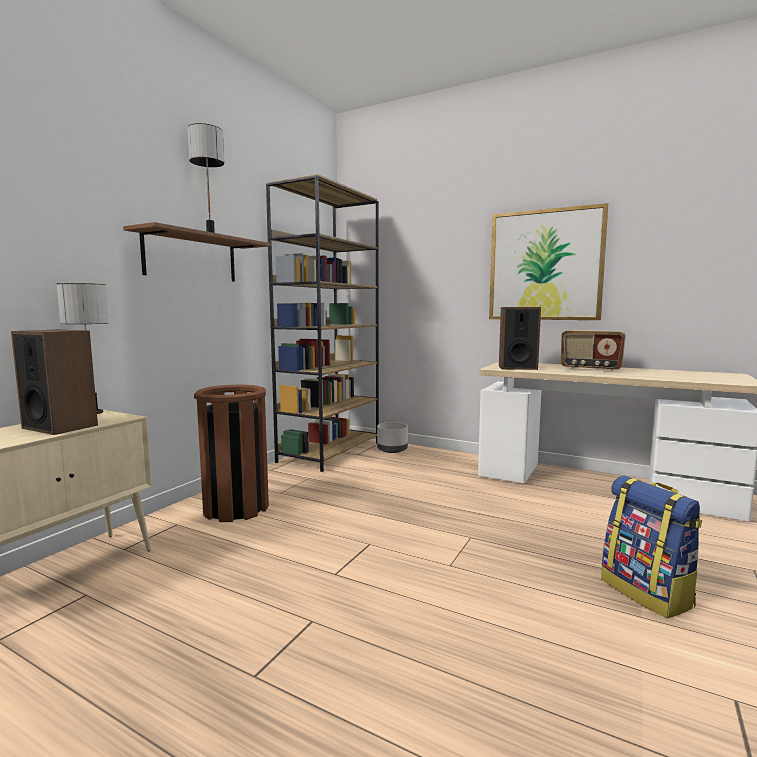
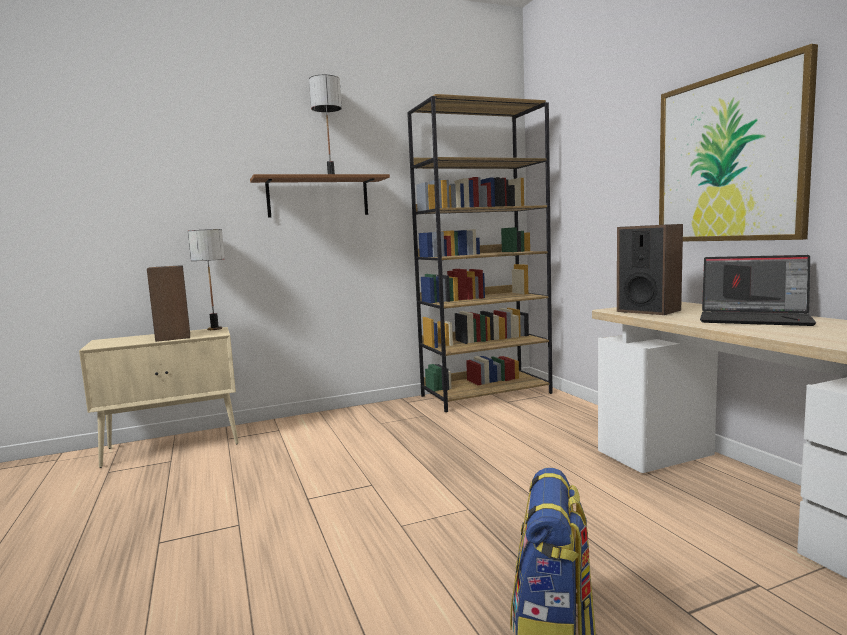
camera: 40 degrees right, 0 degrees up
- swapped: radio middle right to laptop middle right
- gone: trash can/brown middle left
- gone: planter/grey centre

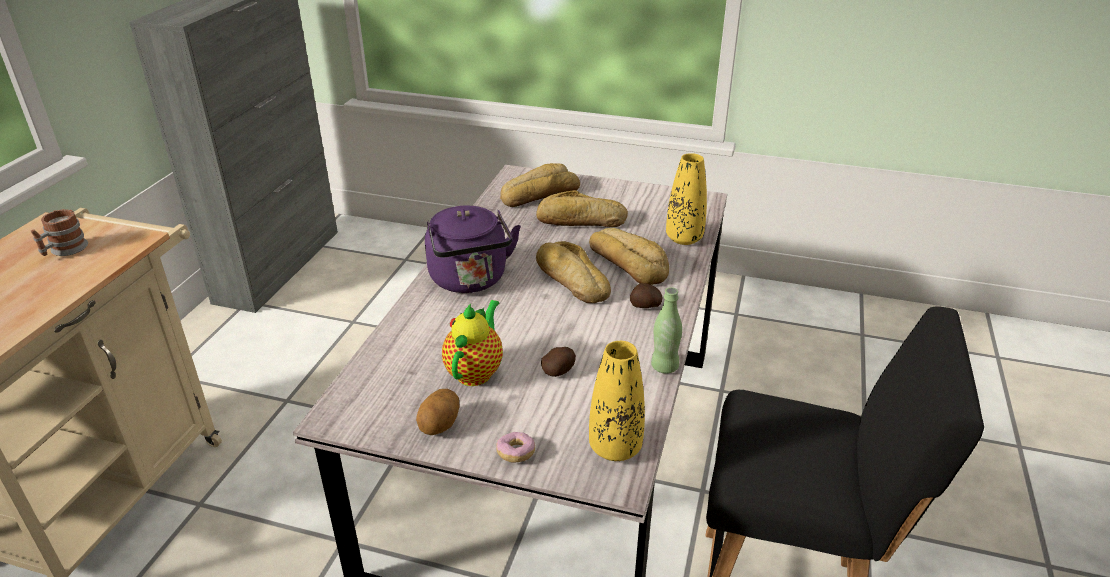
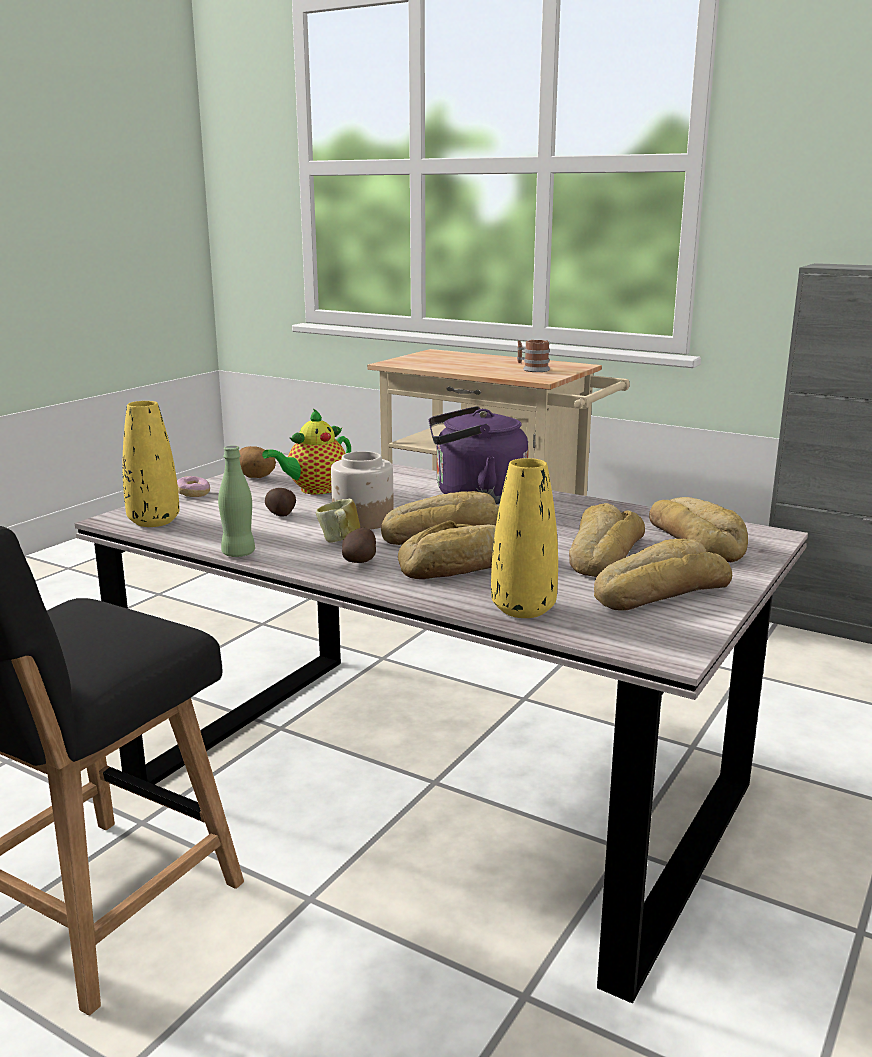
camera: 105 degrees right, 15 degrees down
- rotated: teapot centre = centre 105 degrees clockwise
- new: jar centre
- new: mug (no. 1 from left) centre
- new: bread (no. 4 from left) middle right

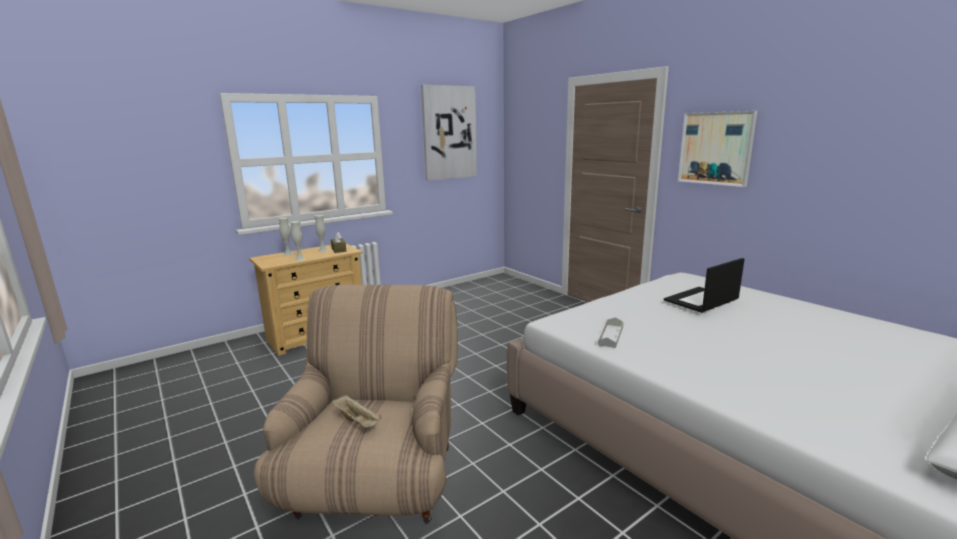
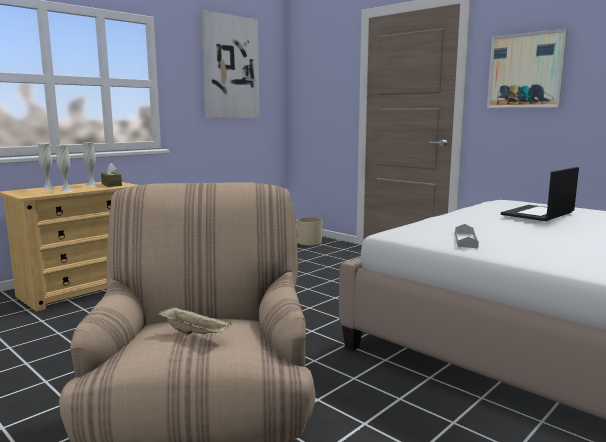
camera: 10 degrees left, 5 degrees down
- new: planter/beige centre

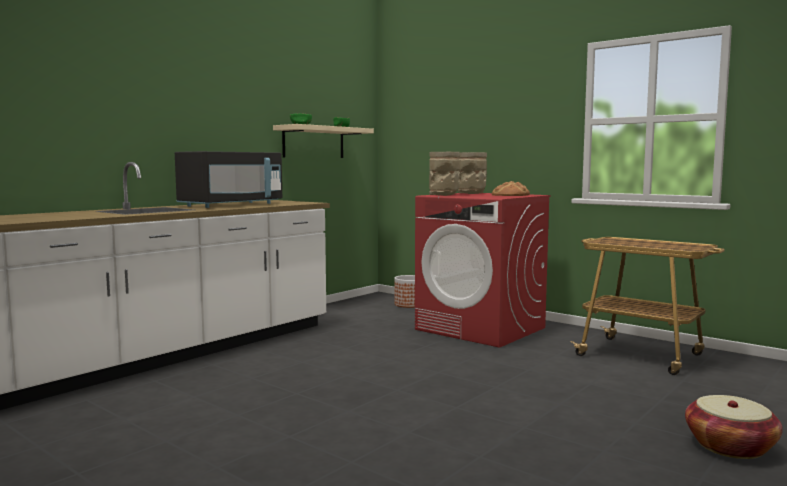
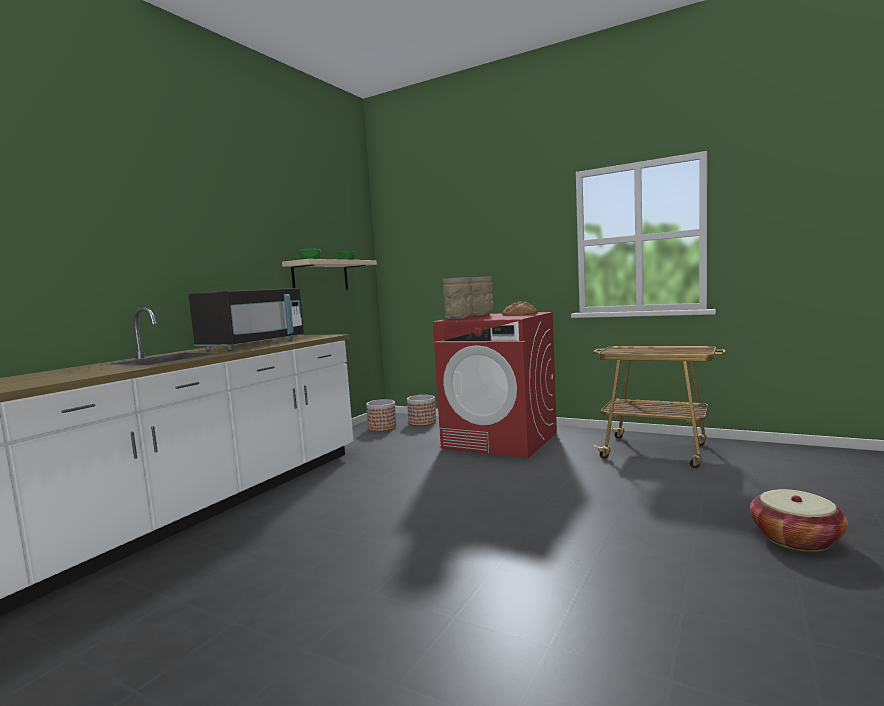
camera: 10 degrees left, 0 degrees up
- new: planter (no. 1 from left) centre

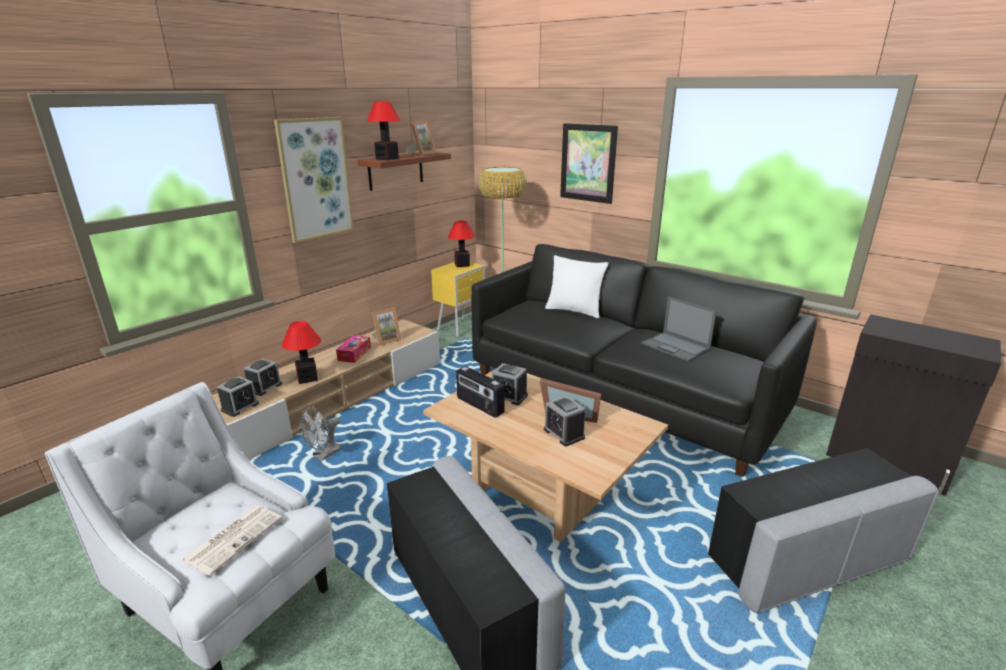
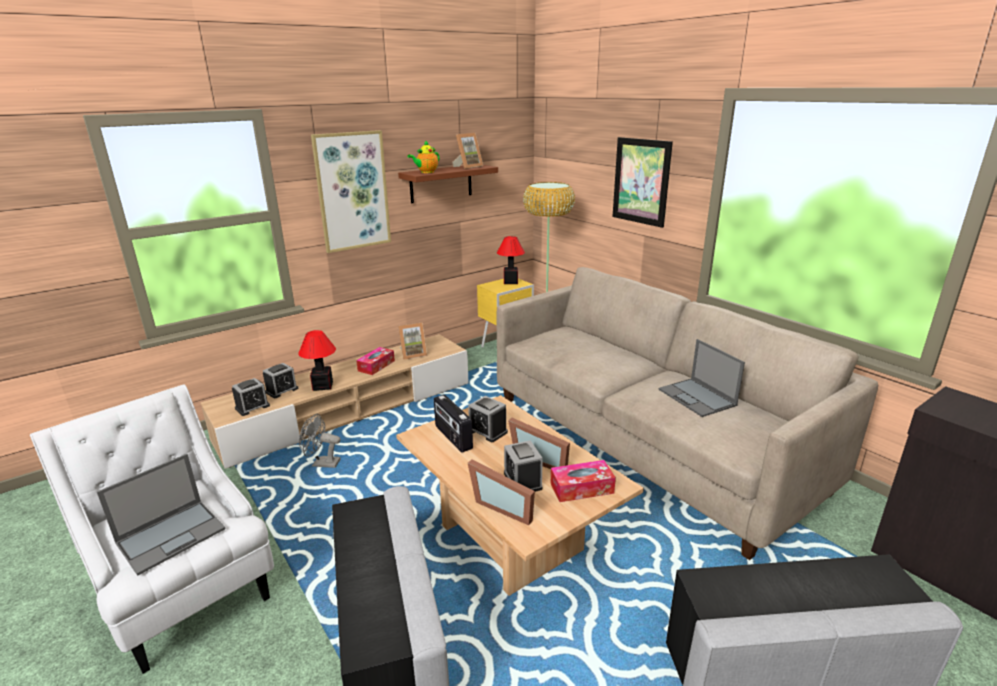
camera: 15 degrees right, 0 degrees up
- swapped: table lamp (no. 2 from left) top centre to teapot top centre
- repainted: sofa/black centre to sofa/beige middle right
- gone: pillow/white centre
- rotated: fan/grey middle left = middle left 45 degrees clockwise
- swapped: newspaper bottom left to laptop (no. 1 from left) bottom left
- new: picture frame (no. 3 from left) bottom centre
- new: tissue box (no. 2 from left) bottom centre

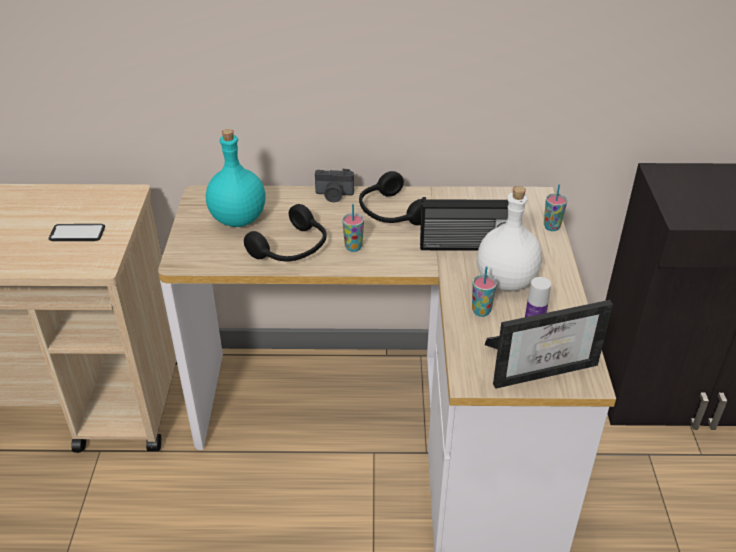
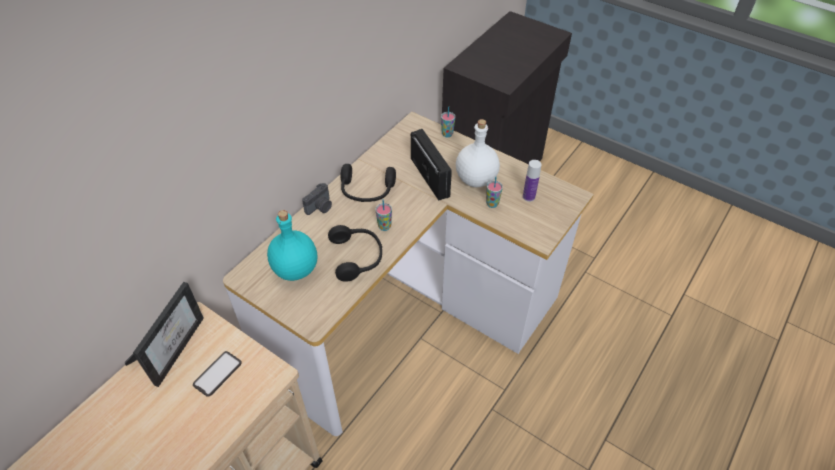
camera: 55 degrees left, 10 degrees up
- rotated: radio centre = centre 60 degrees counterclockwise
- shifted: picture frame middle right to bottom left

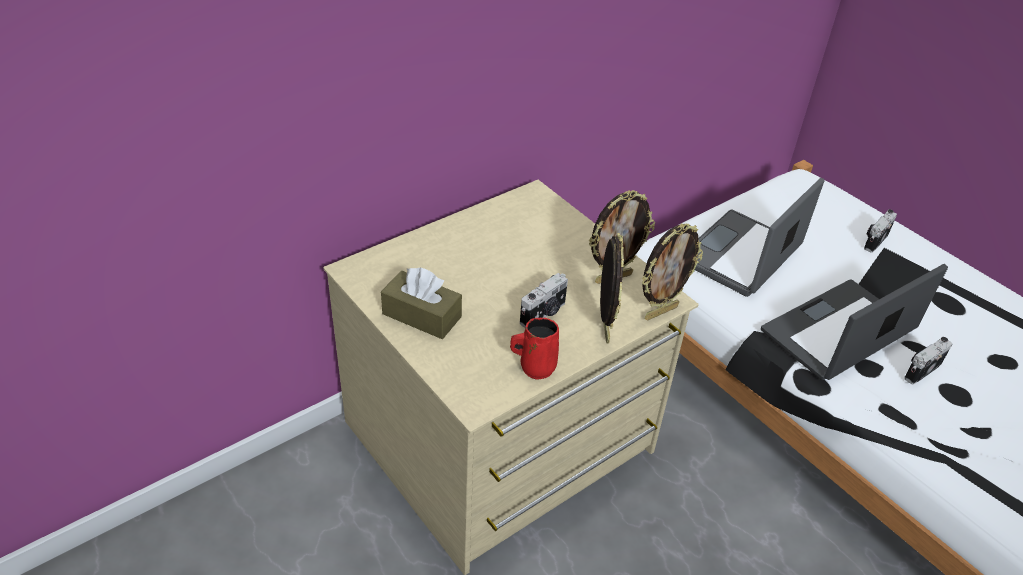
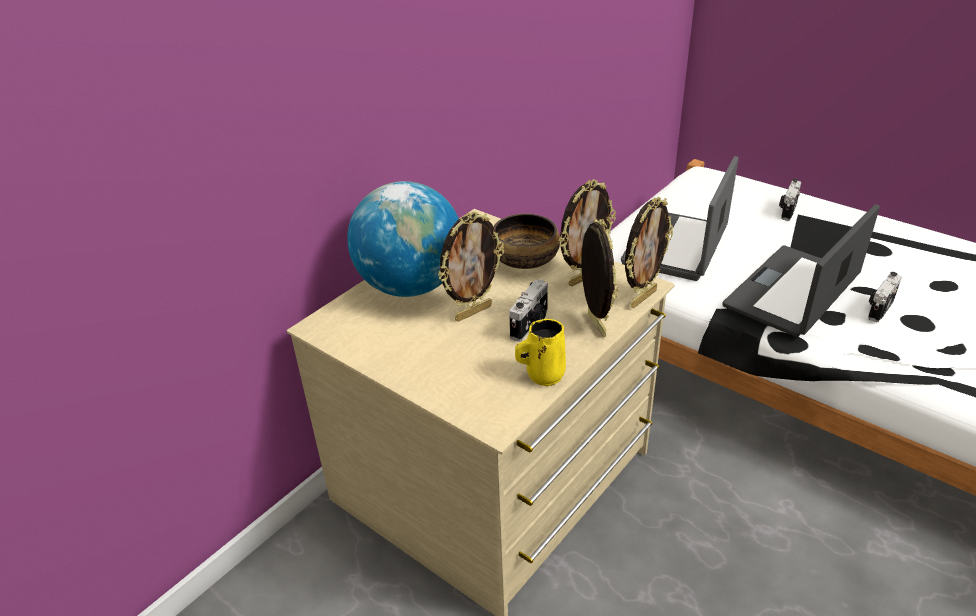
camera: 10 degrees left, 5 degrees down
- gone: tissue box/brown centre
- repainted: mug/red centre to mug/yellow centre
- new: globe centre
- new: picture frame (no. 1 from left) centre
- new: bowl centre

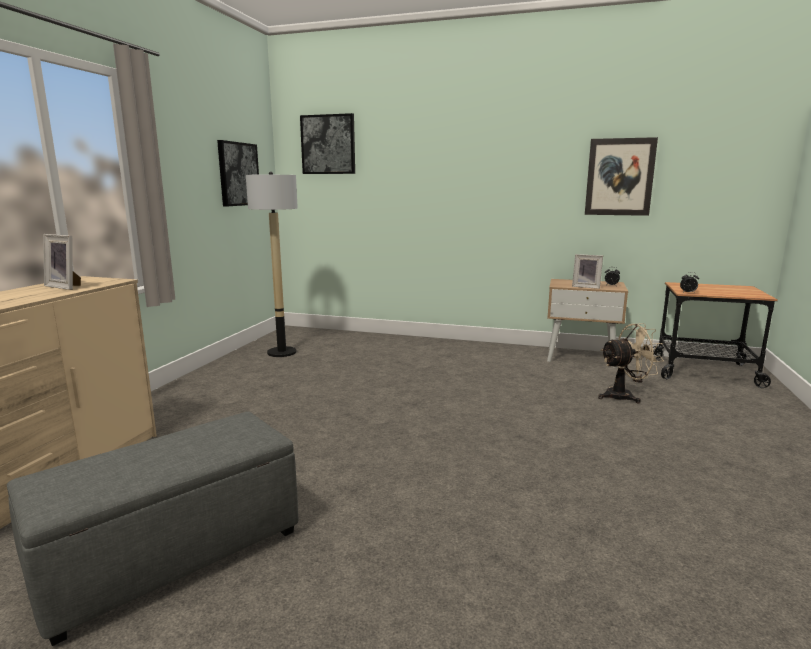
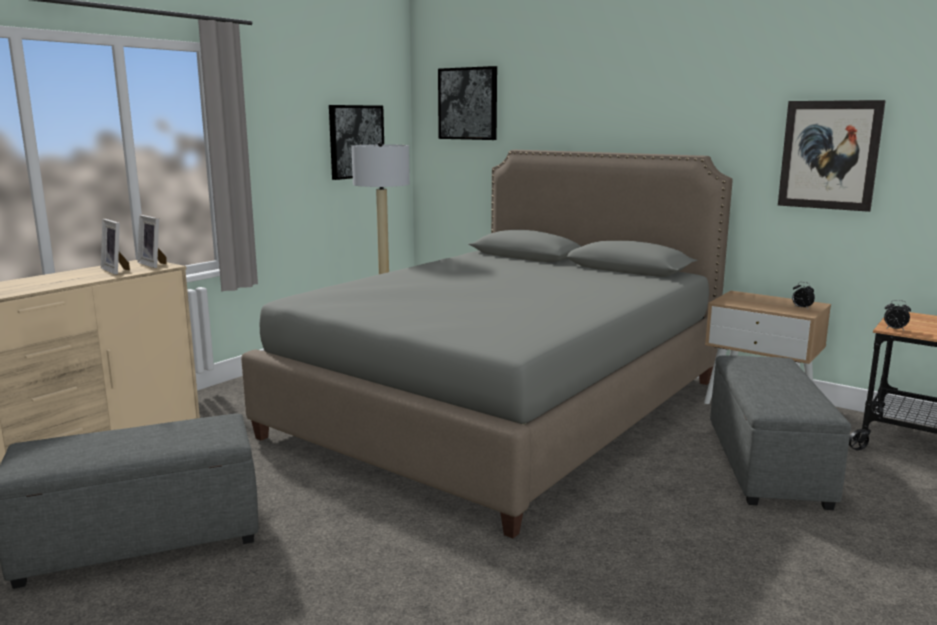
camera: 20 degrees right, 0 degrees up
- shifted: picture frame (no. 2 from left) middle right to middle left
- swapped: fan/beige middle right to ottoman/grey (no. 2 from left) bottom right
- new: bed/grey centre

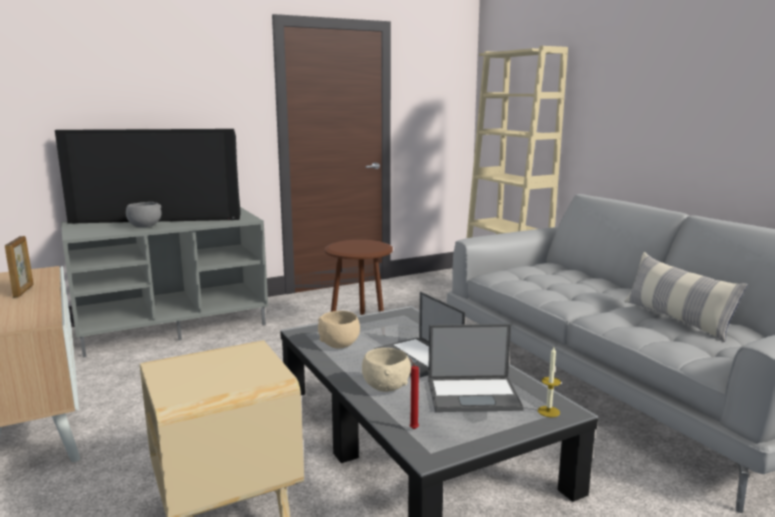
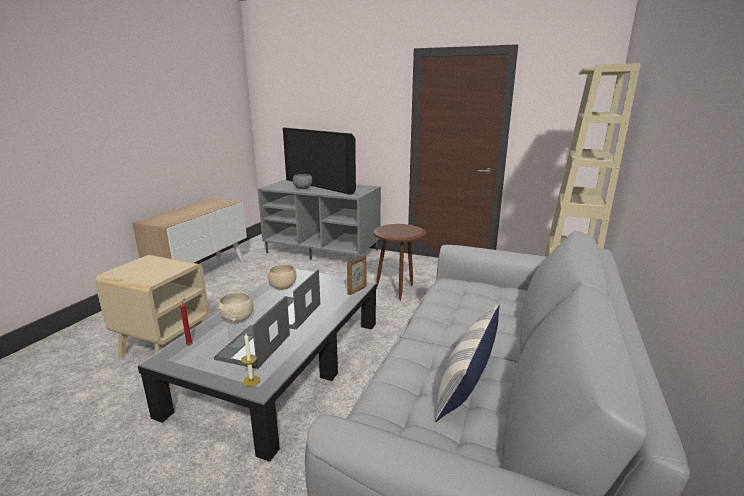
camera: 50 degrees right, 5 degrees up
- shifted: picture frame middle left to centre
- rotated: laptop (no. 2 from left in the first image) bottom centre = bottom centre 60 degrees clockwise

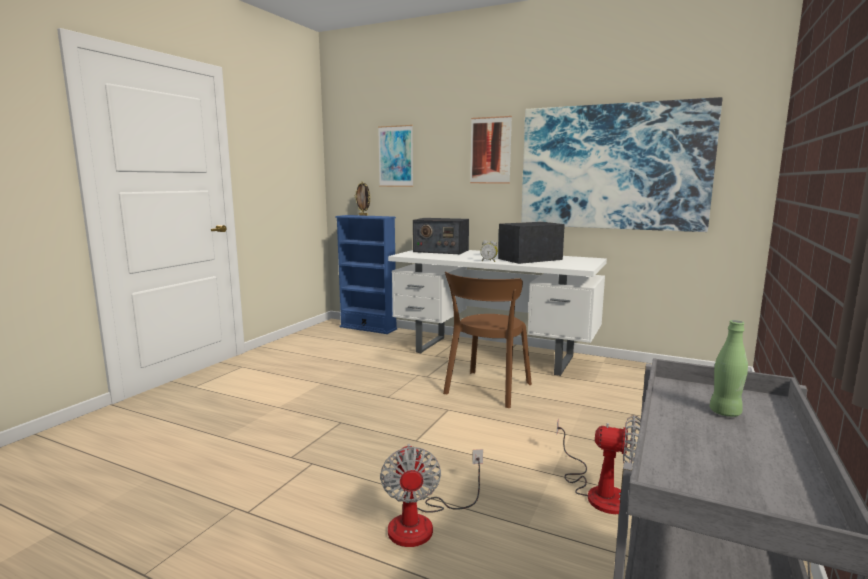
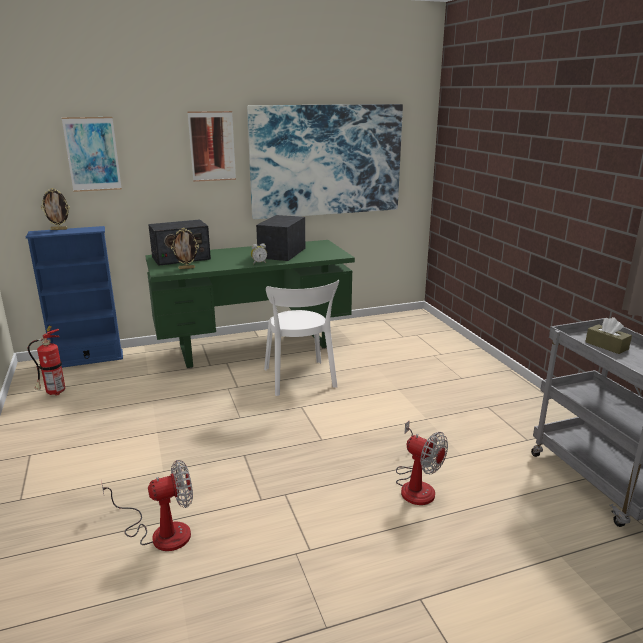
camera: 45 degrees left, 10 degrees up
- repainted: desk/white centre to desk/green centre
- repainted: chair/brown centre to chair/white centre
- swapped: bottle/green middle right to tissue box/brown middle right
- shifted: fan (no. 2 from left in the first image) bottom right to fan (no. 1 from left) bottom left
- new: picture frame (no. 2 from left) middle left
- new: fire extinguisher middle left

